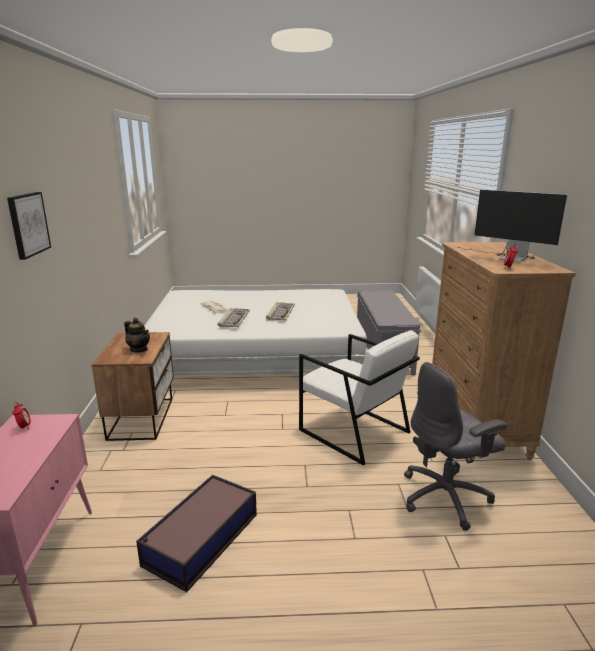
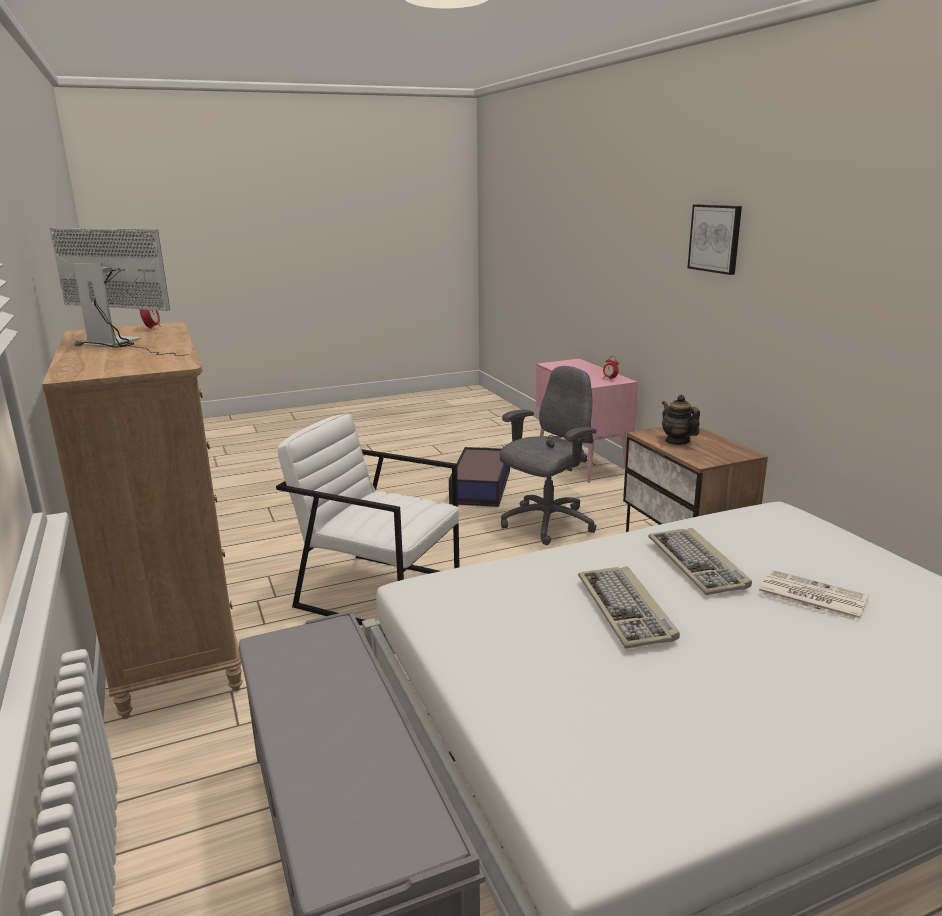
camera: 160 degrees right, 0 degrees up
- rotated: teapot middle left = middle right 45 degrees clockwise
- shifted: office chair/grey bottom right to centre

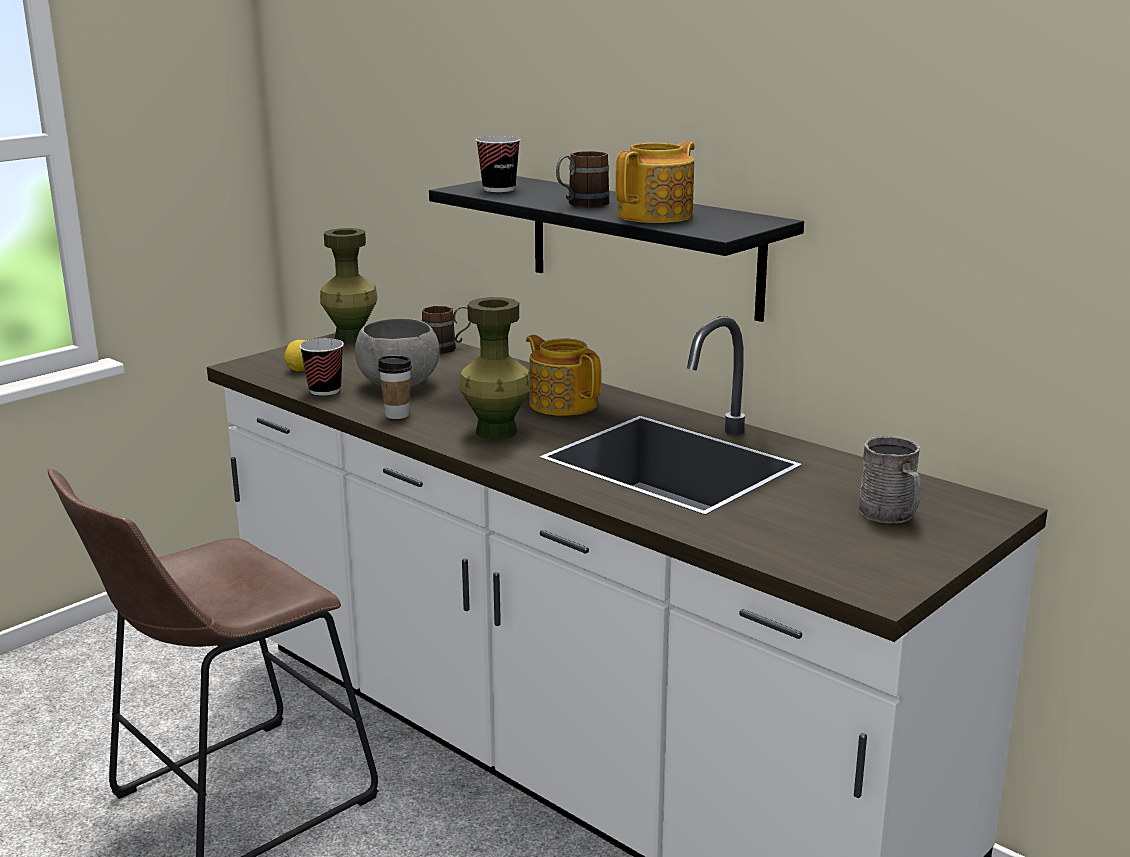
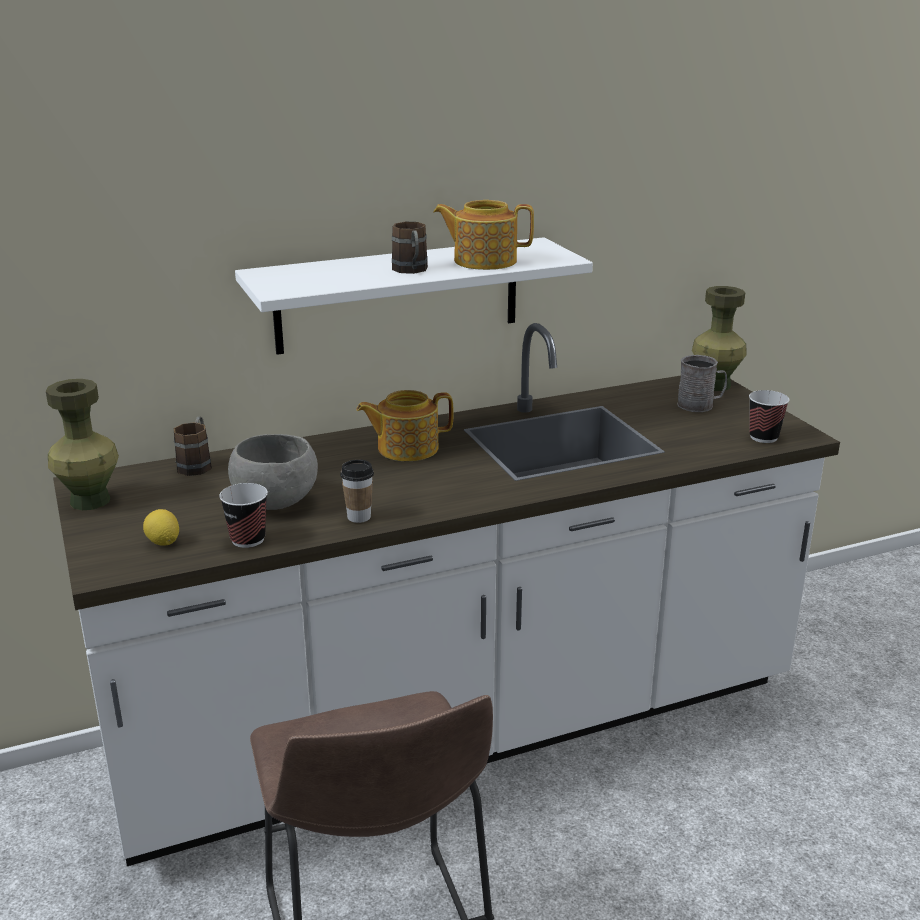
camera: 65 degrees left, 5 degrees up
- shifted: cup (no. 3 from left) top centre to middle right
- rotated: teapot (no. 2 from left) top centre = top centre 60 degrees counterclockwise
- repainted: shelf/black top centre to shelf/white top centre
- shifted: vase/green (no. 2 from left) centre to middle right

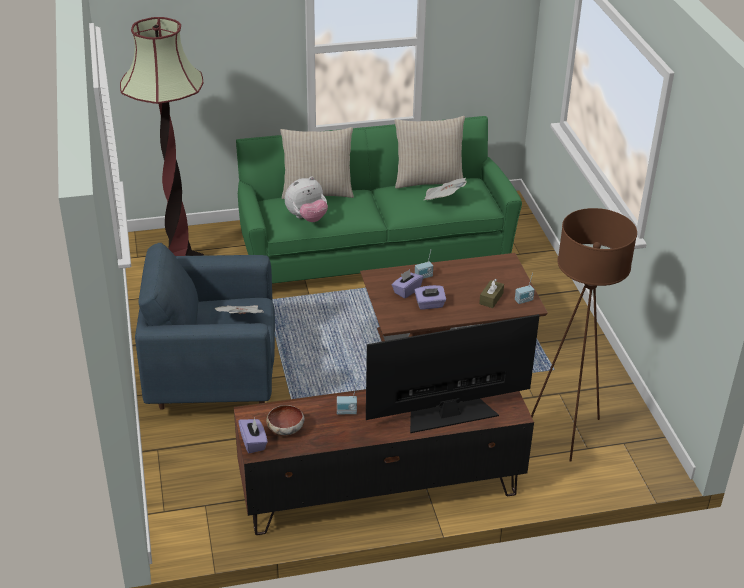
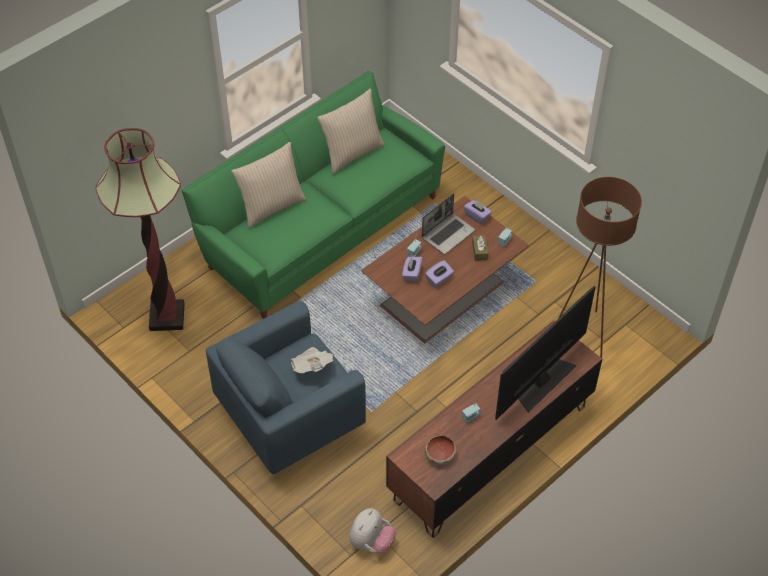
camera: 30 degrees left, 15 degrees up
- shifted: plush toy centre to bottom centre
- gone: newspaper (no. 2 from left) top centre
- shifted: tissue box/purple (no. 1 from left in the first image) bottom centre to tissue box/purple (no. 3 from left) centre
- new: laptop centre

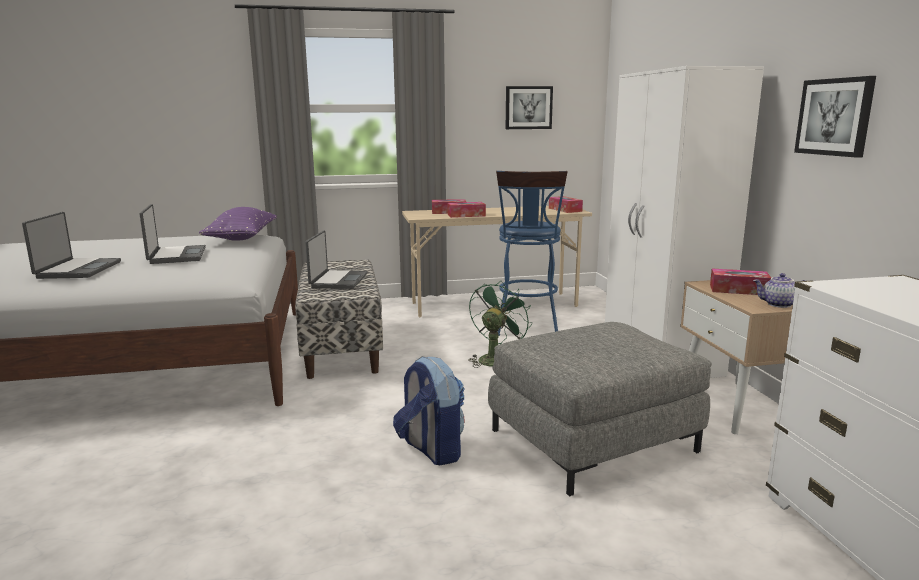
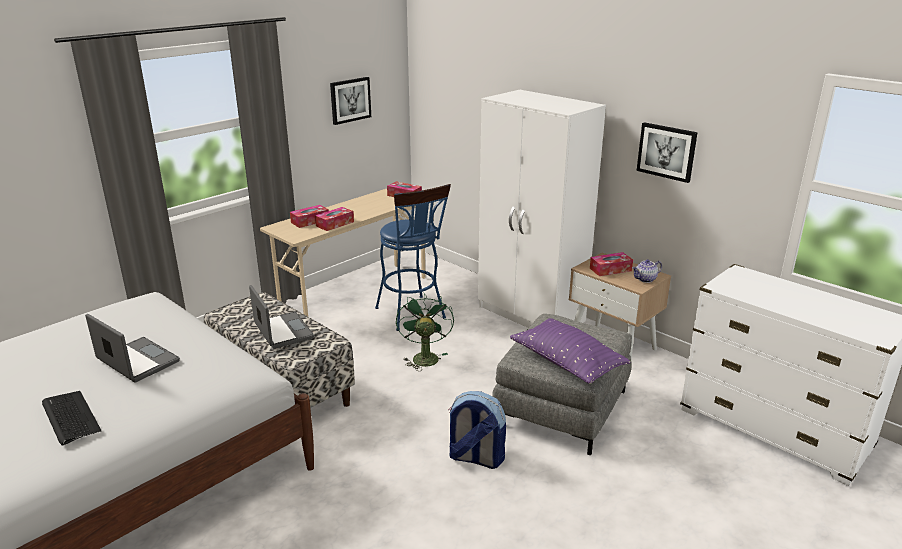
camera: 35 degrees left, 10 degrees up
- shifted: pillow/purple middle left to centre
- swapped: laptop (no. 1 from left) middle left to keyboard bottom left

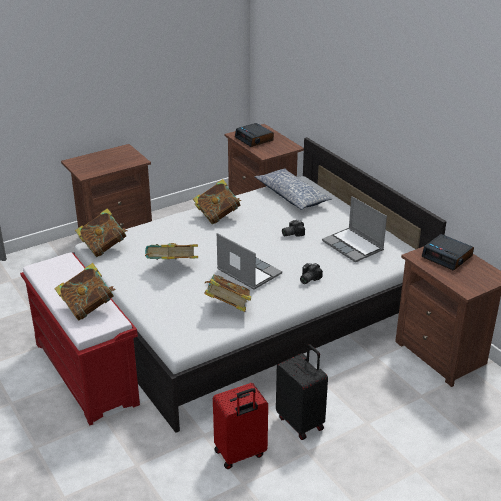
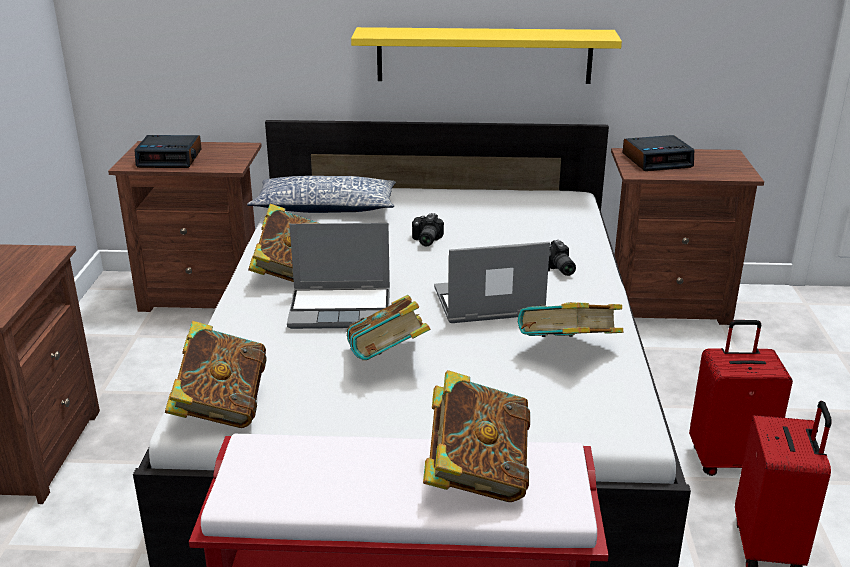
camera: 55 degrees left, 5 degrees down
- shifted: laptop (no. 2 from left in the first image) middle right to laptop (no. 1 from left) centre
- repainted: suitcase/black bottom centre to suitcase/red (no. 1 from left) bottom right
- new: shelf/yellow top centre

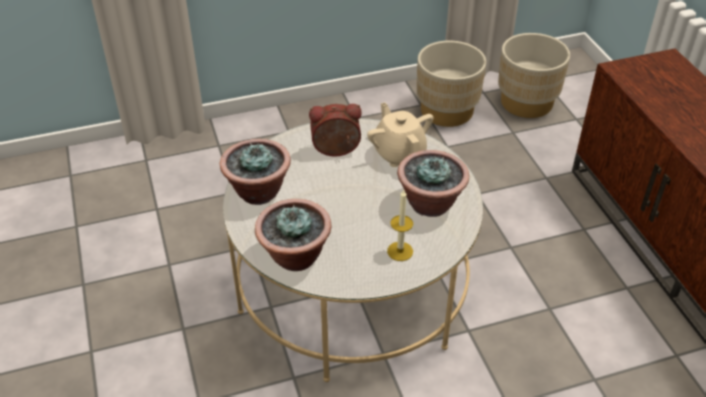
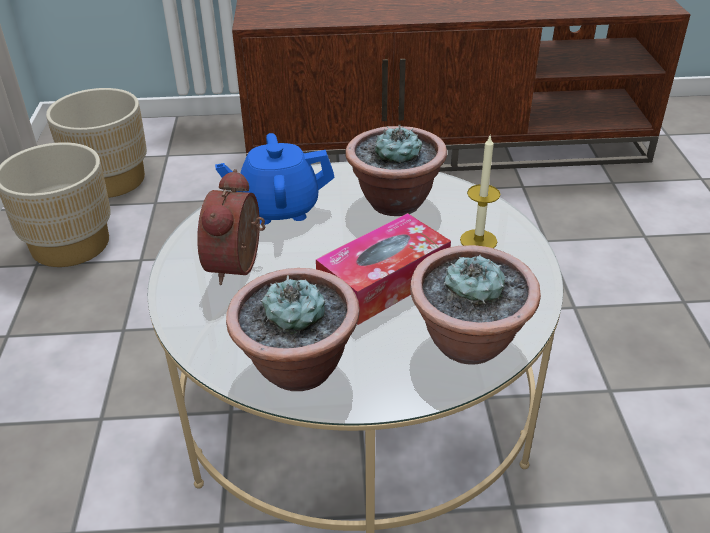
camera: 75 degrees left, 5 degrees down
- repainted: teapot/beige centre to teapot/blue centre
- new: tissue box centre

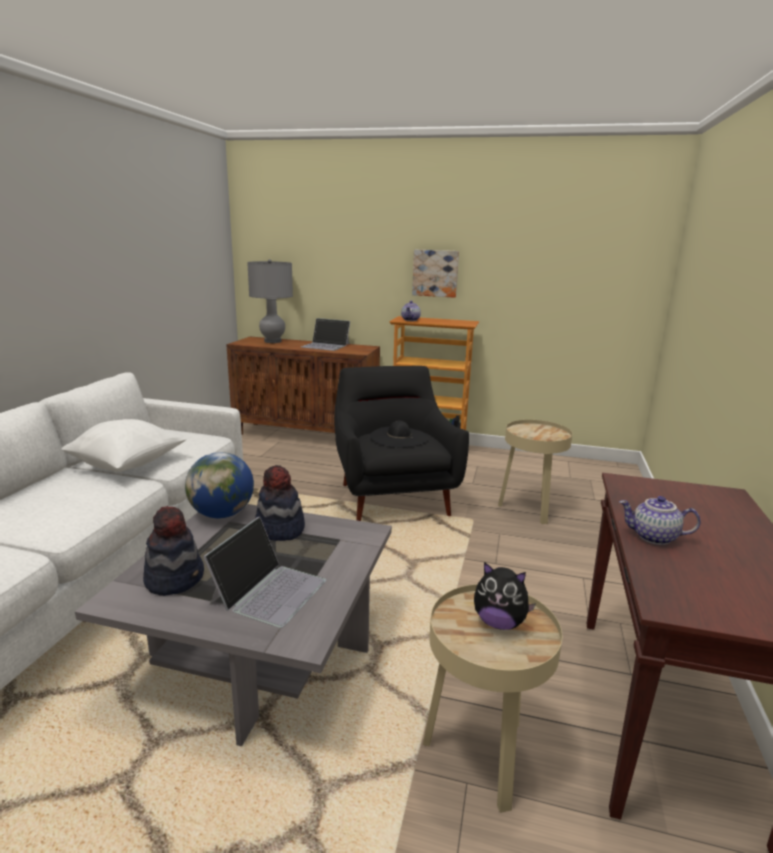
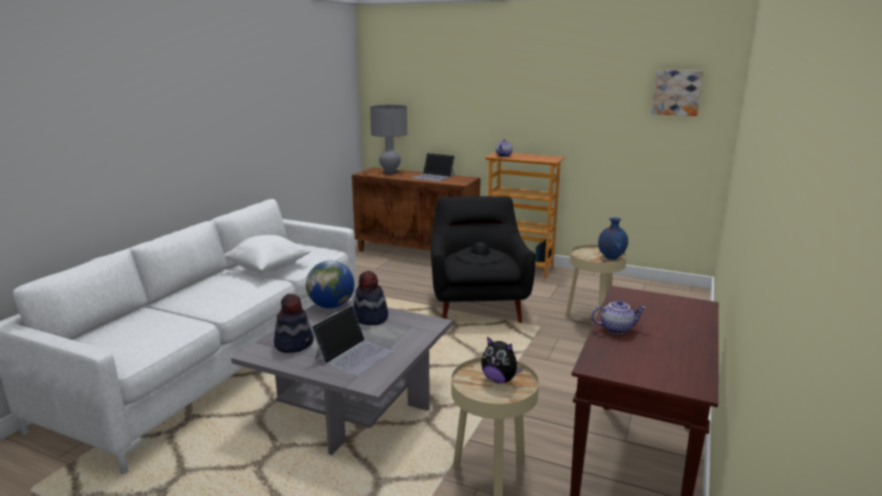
camera: 10 degrees right, 0 degrees up
- shifted: picture top centre to top right
- rotated: teapot (no. 2 from left) middle right = middle right 150 degrees clockwise
- new: vase/blue middle right

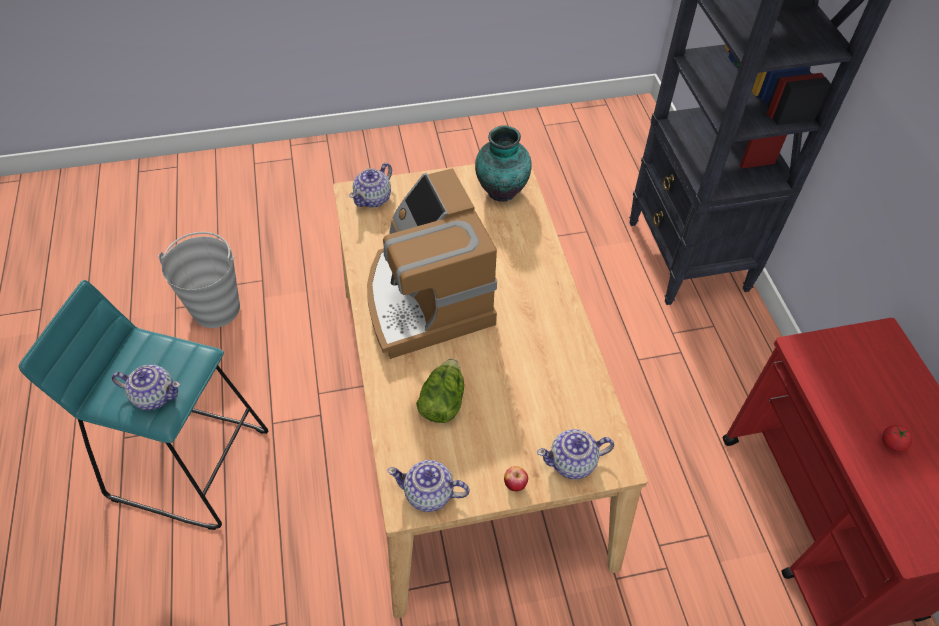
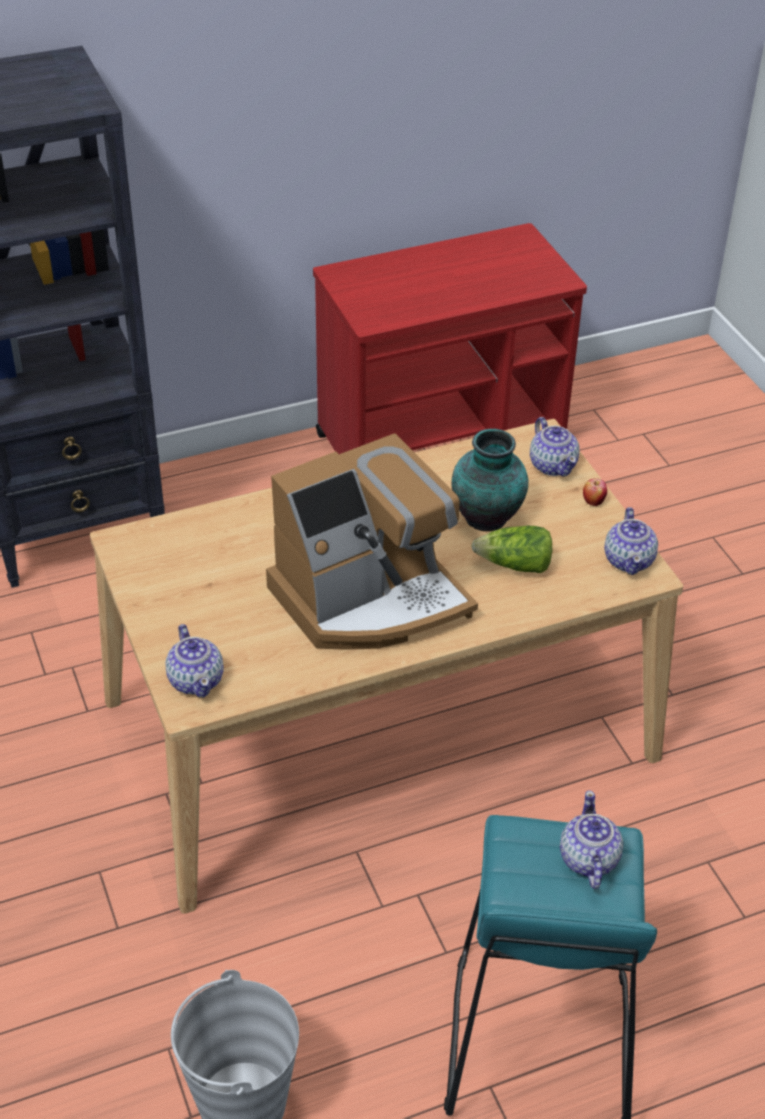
camera: 100 degrees left, 10 degrees down
- shifted: vase top centre to centre
- rotated: teapot (no. 2 from left in the first image) top centre = middle left 45 degrees clockwise
- gone: tomato bottom right

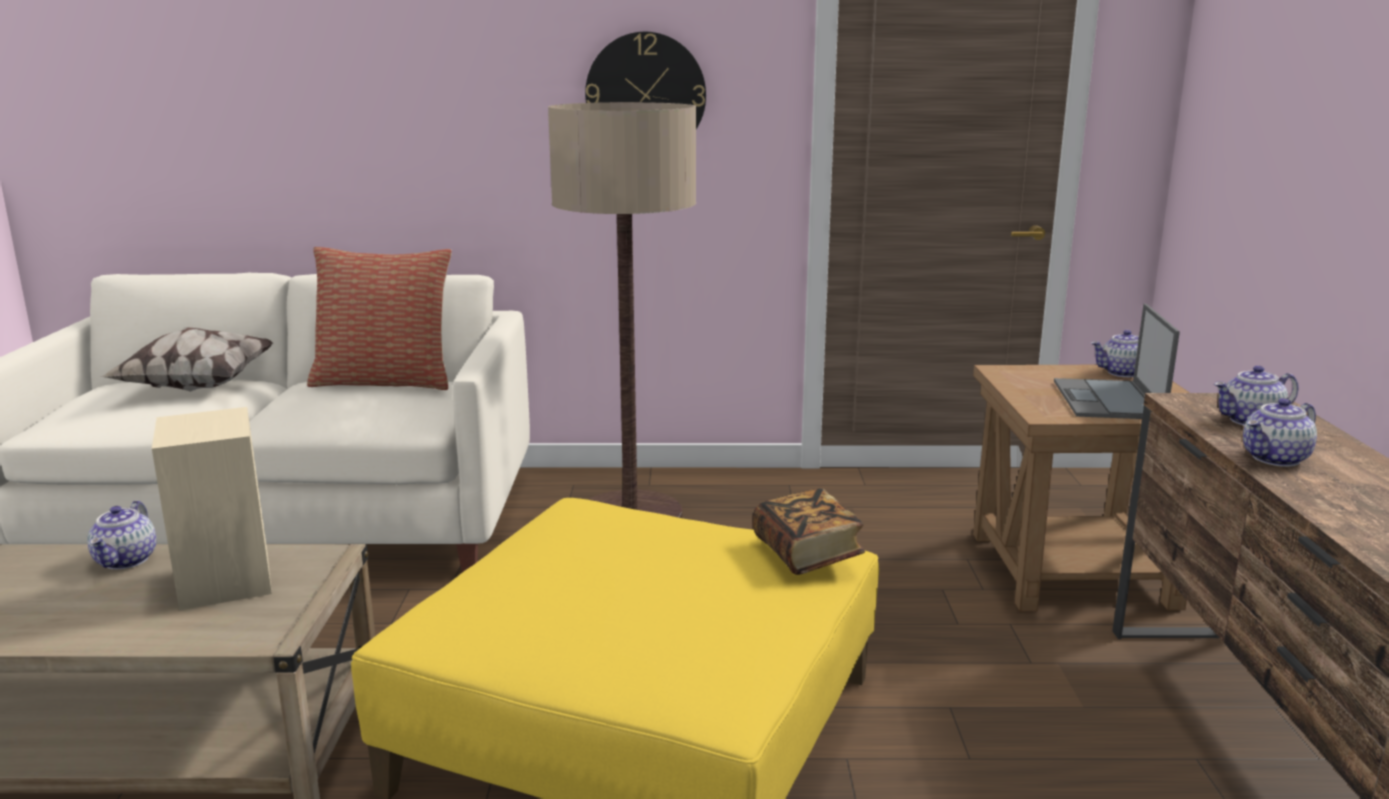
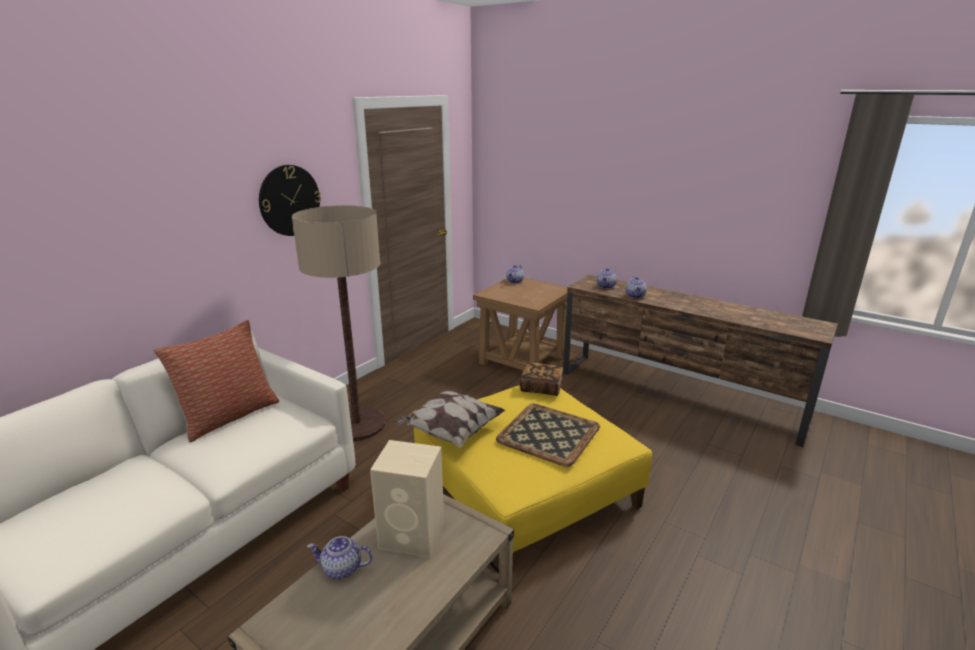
camera: 55 degrees left, 5 degrees up
- gone: laptop middle right
- shifted: pillow (no. 1 from left in the first image) middle left to pillow (no. 2 from left) centre
- rotated: teapot (no. 1 from left) bottom left = bottom centre 150 degrees clockwise
- new: tray bottom centre

